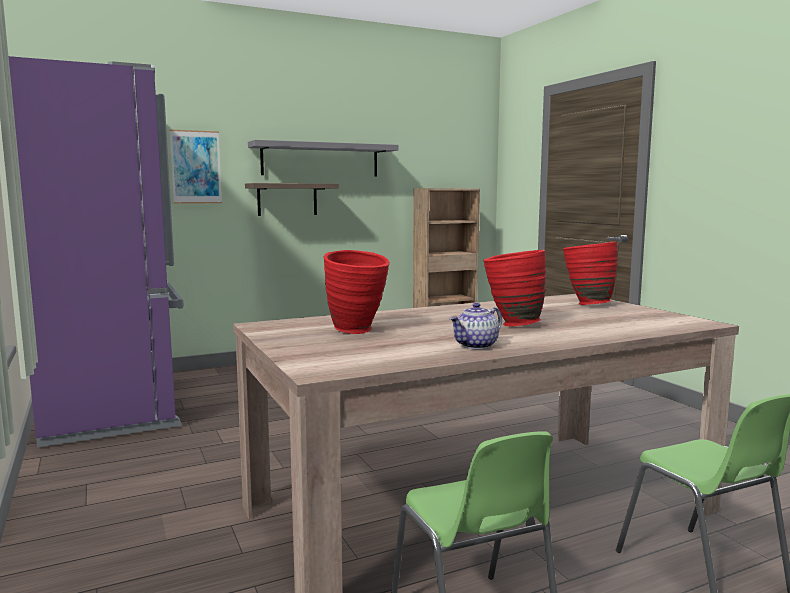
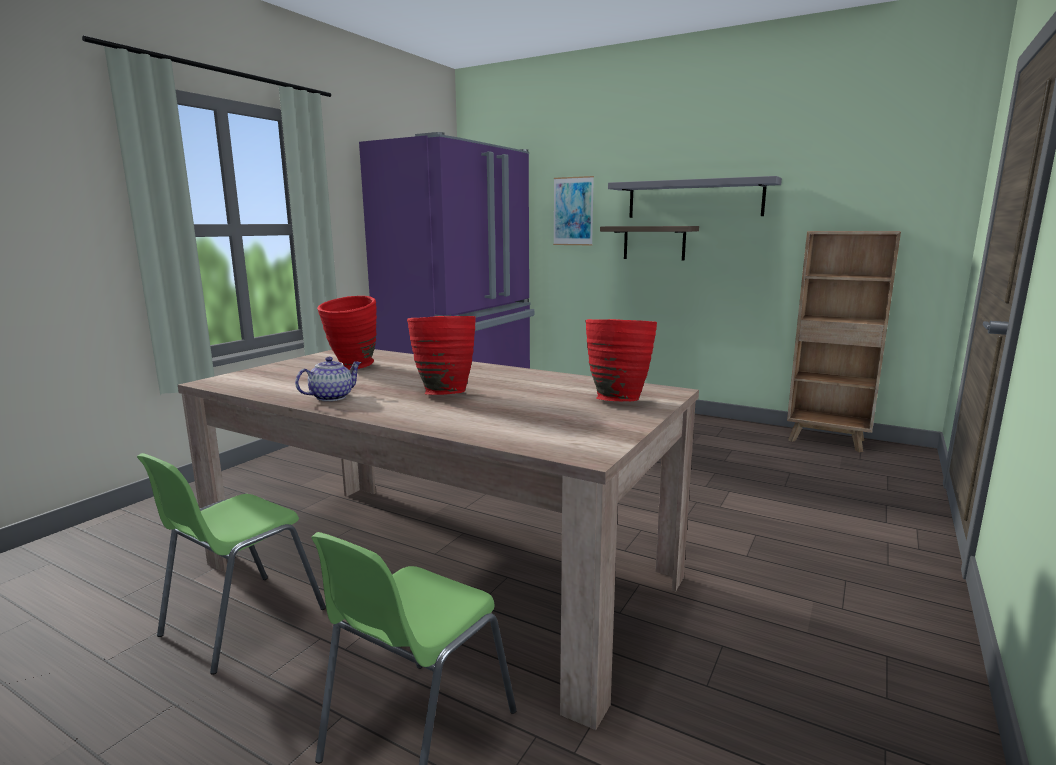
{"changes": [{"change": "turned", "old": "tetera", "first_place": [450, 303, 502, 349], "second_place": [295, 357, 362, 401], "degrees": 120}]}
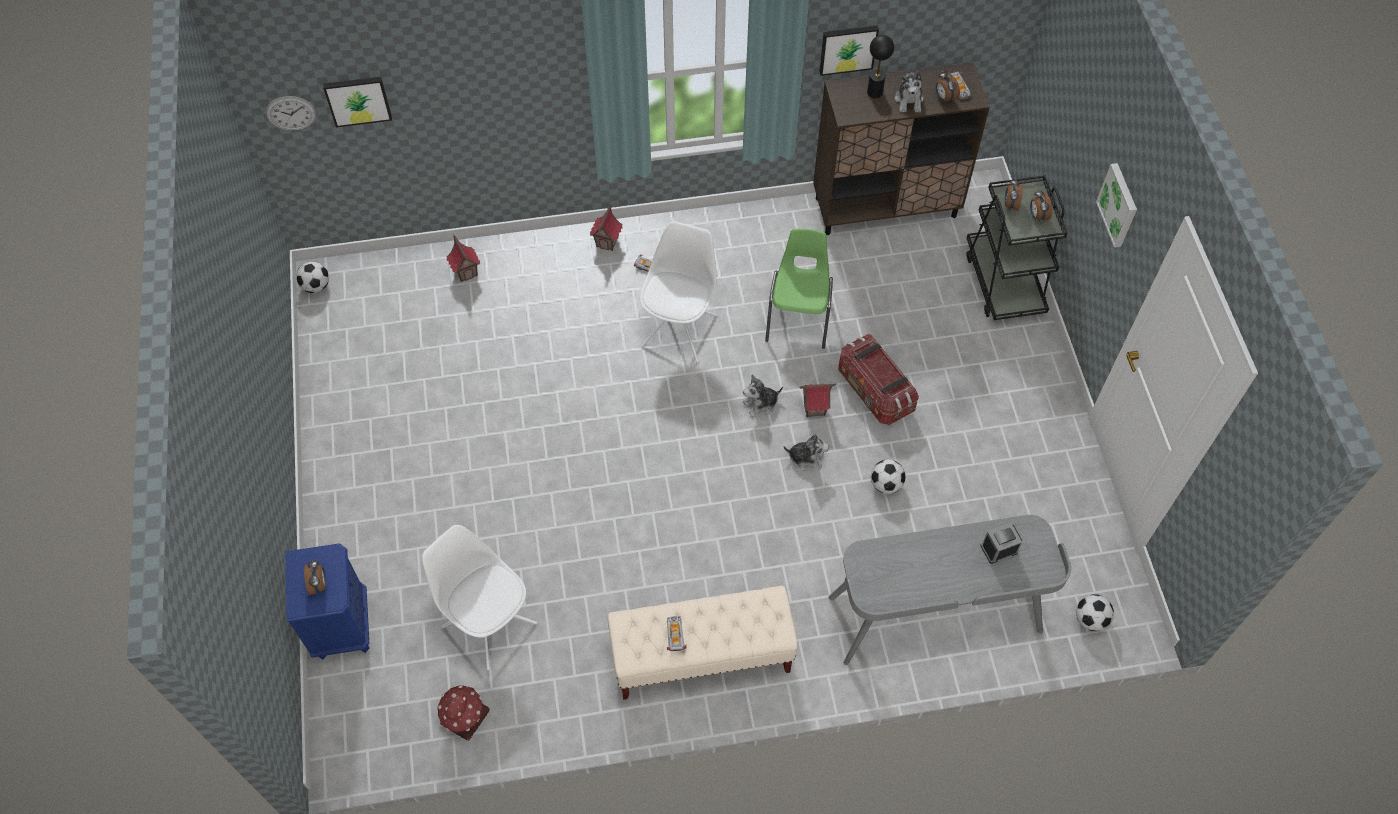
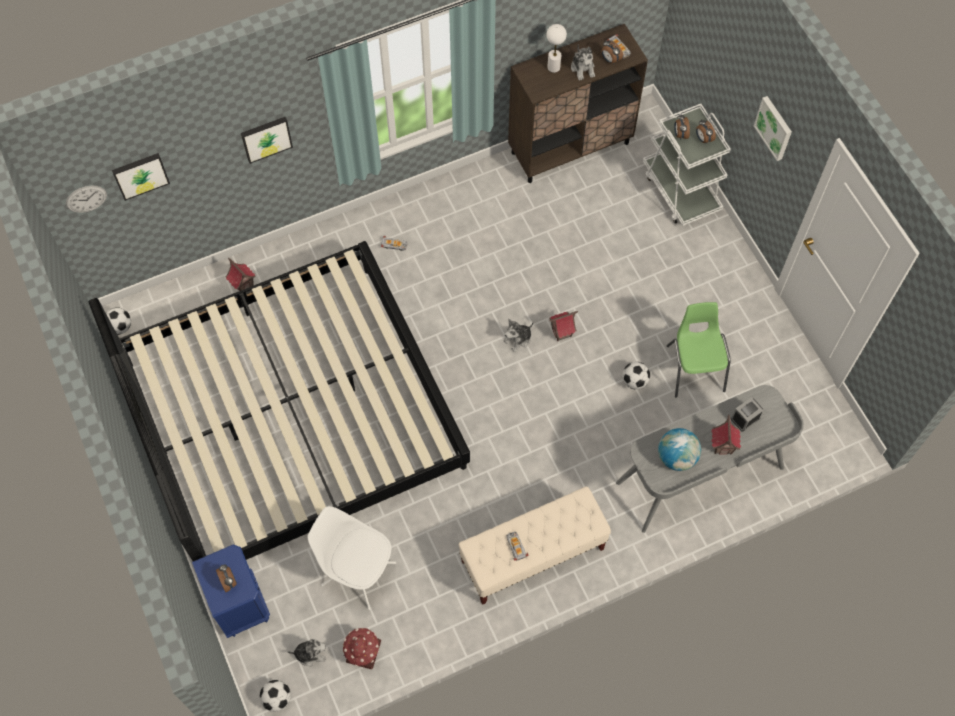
{"changes": [{"change": "moved", "old": "casita", "first_place": [590, 203, 623, 251], "second_place": [711, 415, 741, 455]}, {"change": "removed", "old": "silla (blanco)", "first_place": [640, 221, 717, 363]}, {"change": "moved", "old": "silla (verde)", "first_place": [765, 229, 833, 349], "second_place": [667, 302, 731, 398]}, {"change": "moved", "old": "peluche", "first_place": [784, 434, 829, 471], "second_place": [287, 639, 326, 666]}, {"change": "moved", "old": "cuadro", "first_place": [819, 26, 879, 76], "second_place": [241, 117, 293, 164]}, {"change": "removed", "old": "caja de almacenaje", "first_place": [838, 334, 919, 425]}, {"change": "recoloured", "old": "lámpara de mesa (negro)", "new": "lámpara de mesa (blanco)", "first_place": [867, 35, 894, 98], "second_place": [546, 24, 567, 73]}, {"change": "recoloured", "old": "carrito (negro)", "new": "carrito (blanco)", "first_place": [966, 175, 1067, 320], "second_place": [643, 104, 731, 226]}, {"change": "moved", "old": "balón de fútbol", "first_place": [1076, 594, 1114, 631], "second_place": [260, 680, 291, 712]}, {"change": "added", "new": "cama", "second_place": [89, 241, 470, 561]}, {"change": "added", "new": "globo terráqueo", "second_place": [658, 428, 701, 471]}]}
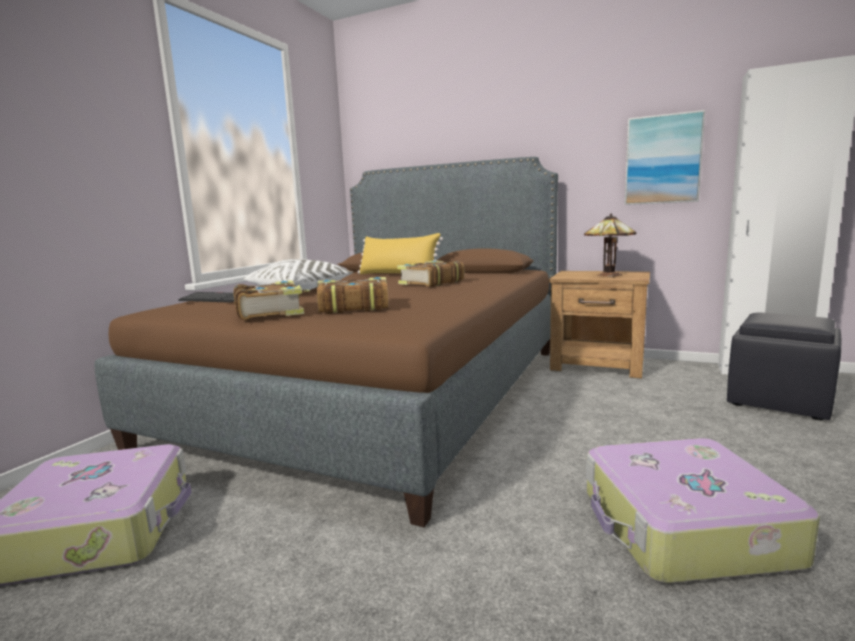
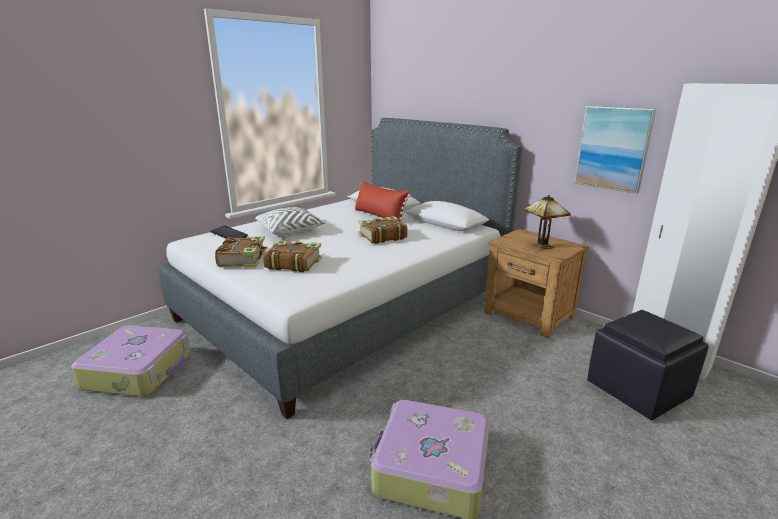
{"changes": [{"change": "recoloured", "old": "cama (marrón)", "new": "cama (blanco)", "first_place": [94, 157, 558, 527], "second_place": [158, 118, 522, 419]}, {"change": "recoloured", "old": "cojín (amarillo)", "new": "cojín (rojo)", "first_place": [358, 233, 443, 274], "second_place": [355, 181, 411, 221]}]}
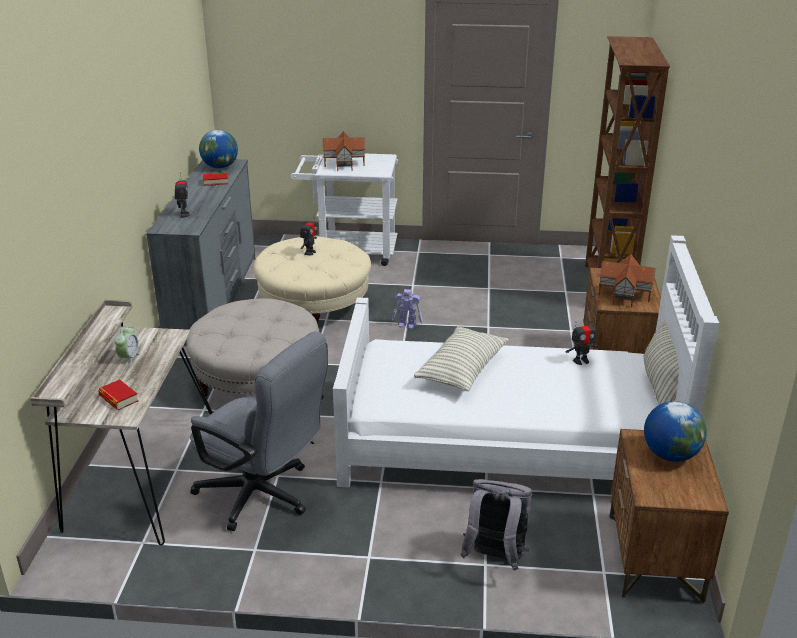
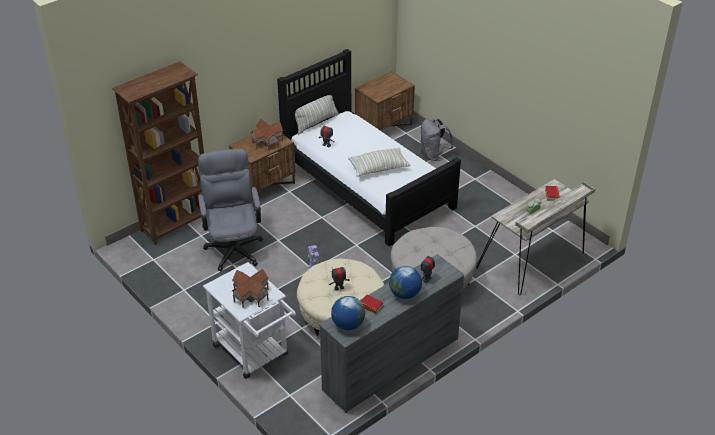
{"changes": [{"change": "moved", "old": "silla de oficina (gris)", "first_place": [190, 331, 328, 531], "second_place": [198, 149, 263, 271]}, {"change": "recoloured", "old": "cama (blanco)", "new": "cama (negro)", "first_place": [333, 235, 719, 488], "second_place": [277, 49, 461, 246]}, {"change": "moved", "old": "globo terráqueo", "first_place": [644, 401, 707, 462], "second_place": [389, 266, 422, 299]}]}
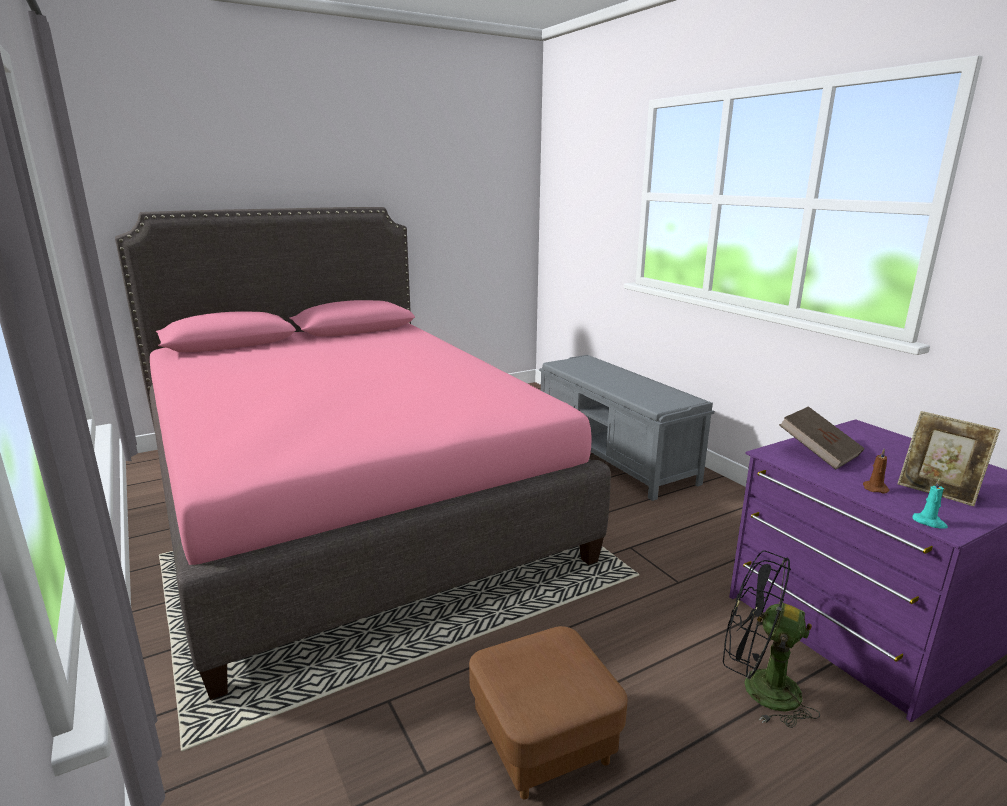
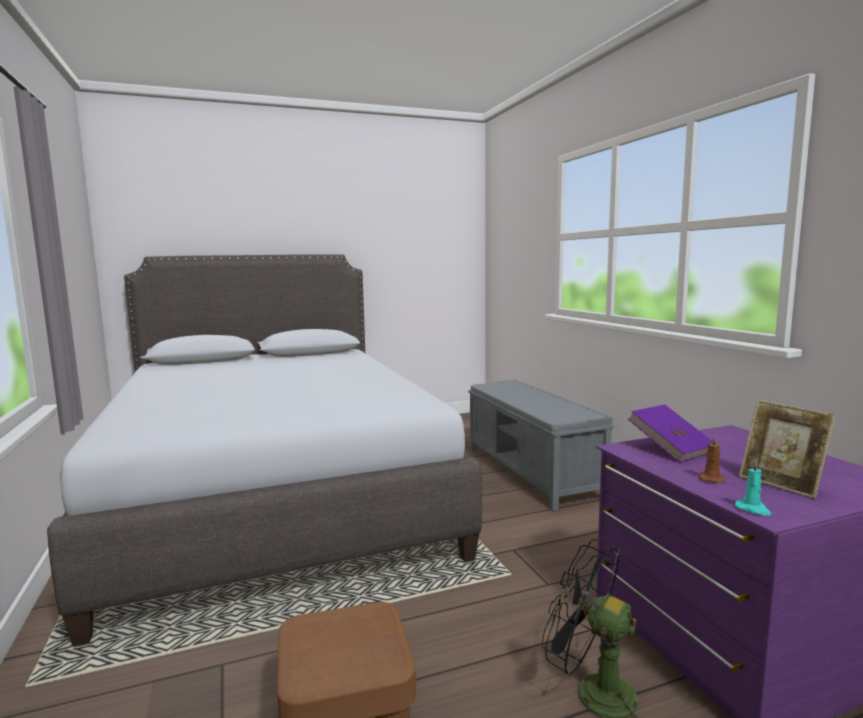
{"changes": [{"change": "recoloured", "old": "cama (rosa)", "new": "cama (gris)", "first_place": [115, 207, 611, 700], "second_place": [47, 254, 482, 646]}, {"change": "recoloured", "old": "libro (marrón)", "new": "libro (morado)", "first_place": [779, 407, 865, 470], "second_place": [628, 405, 713, 462]}]}
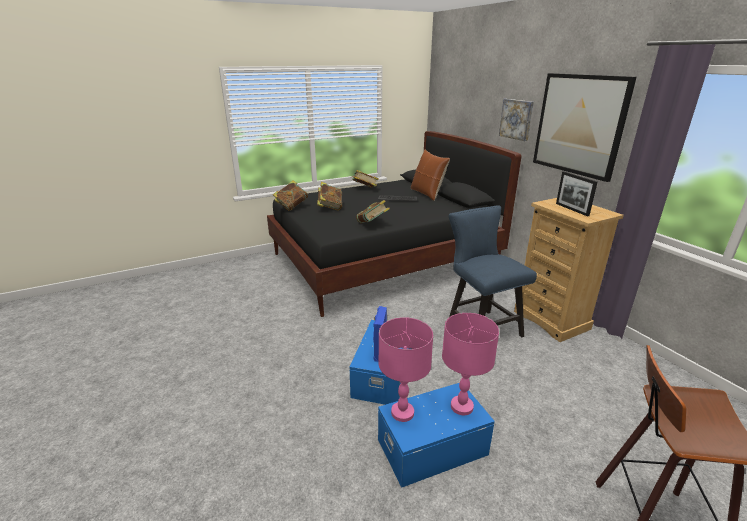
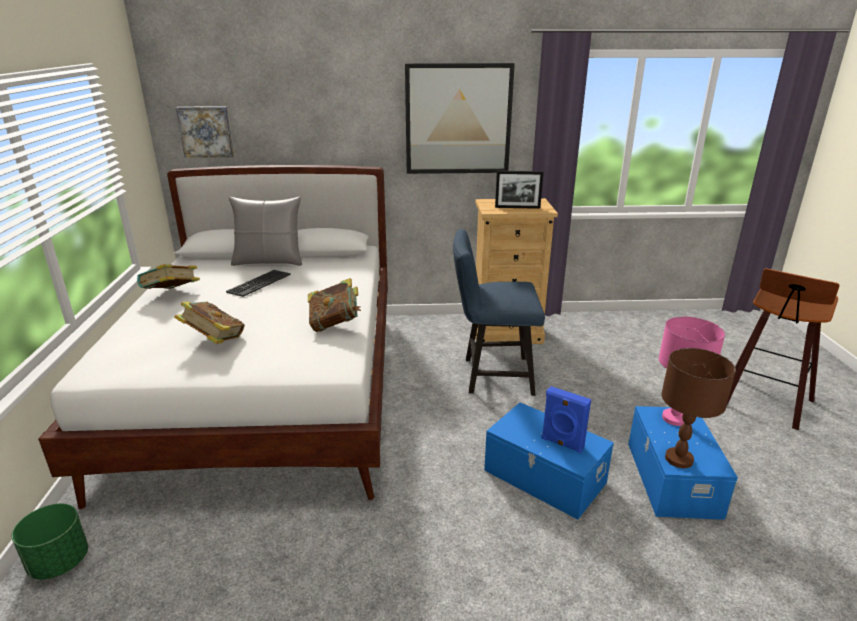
{"changes": [{"change": "recoloured", "old": "cama (negro)", "new": "cama (blanco)", "first_place": [267, 131, 521, 317], "second_place": [38, 165, 388, 509]}, {"change": "removed", "old": "libro", "first_place": [273, 180, 308, 211]}, {"change": "recoloured", "old": "lámpara de mesa (rosa)", "new": "lámpara de mesa (marrón)", "first_place": [378, 317, 433, 422], "second_place": [661, 348, 736, 468]}, {"change": "recoloured", "old": "cojín (marrón)", "new": "cojín (gris)", "first_place": [411, 150, 450, 201], "second_place": [228, 197, 302, 266]}, {"change": "moved", "old": "cuadro", "first_place": [499, 99, 534, 141], "second_place": [176, 106, 234, 158]}, {"change": "added", "new": "maceta (verde)", "second_place": [12, 504, 88, 580]}]}
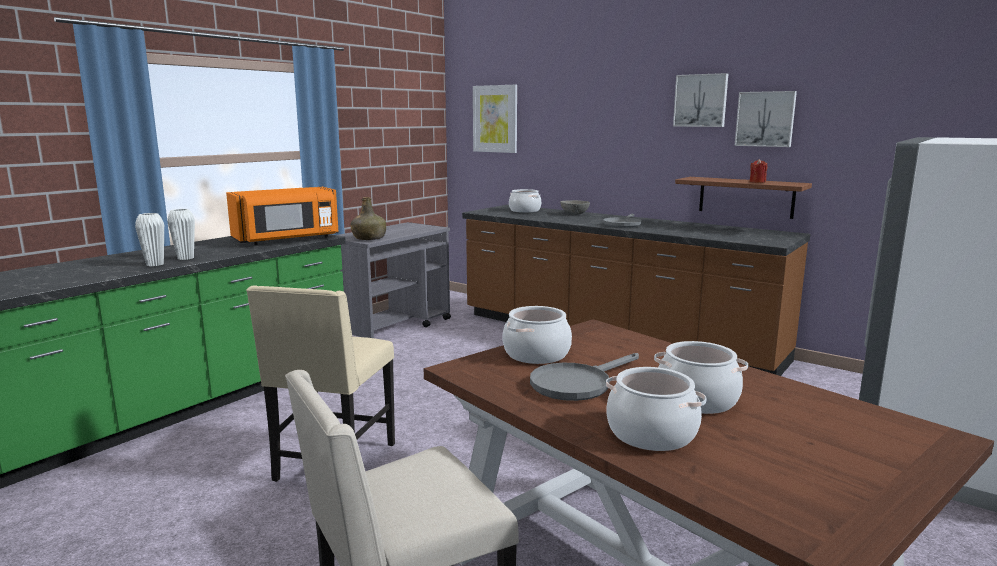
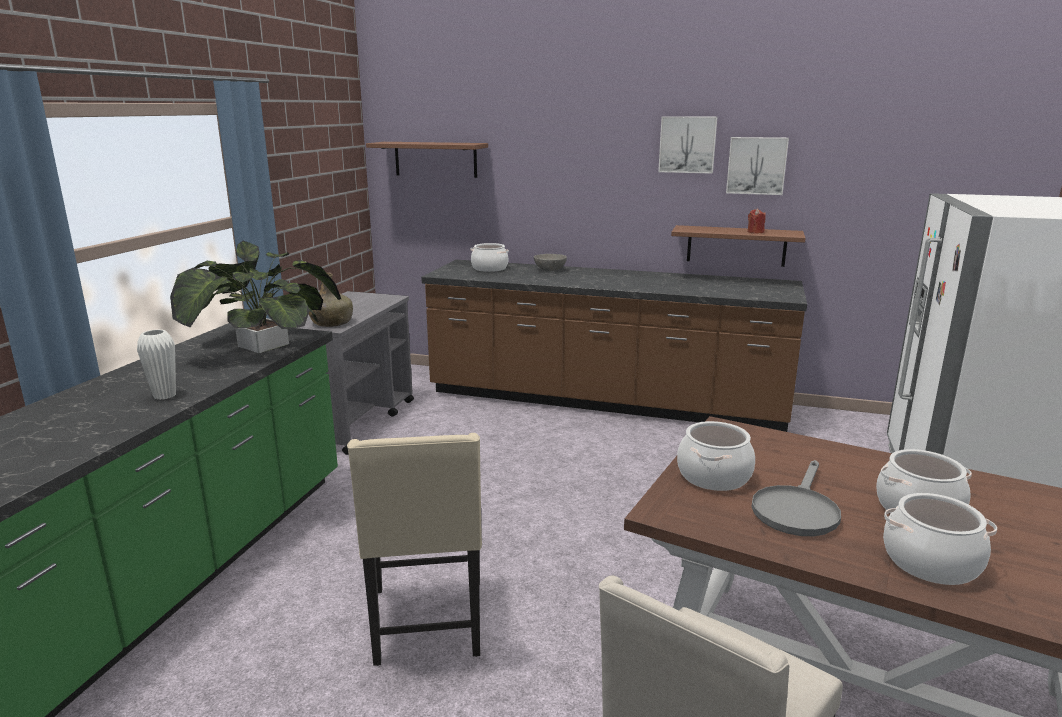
{"changes": [{"change": "removed", "old": "florero (blanco)", "first_place": [135, 213, 164, 266]}, {"change": "replaced", "old": "microondas (naranja)", "new": "planta en maceta", "first_place": [226, 187, 339, 245], "second_place": [170, 241, 341, 353]}, {"change": "replaced", "old": "cuadro", "new": "estante (marrón)", "first_place": [473, 85, 517, 153], "second_place": [366, 142, 488, 178]}, {"change": "removed", "old": "sartén (gris)", "first_place": [603, 213, 641, 228]}]}
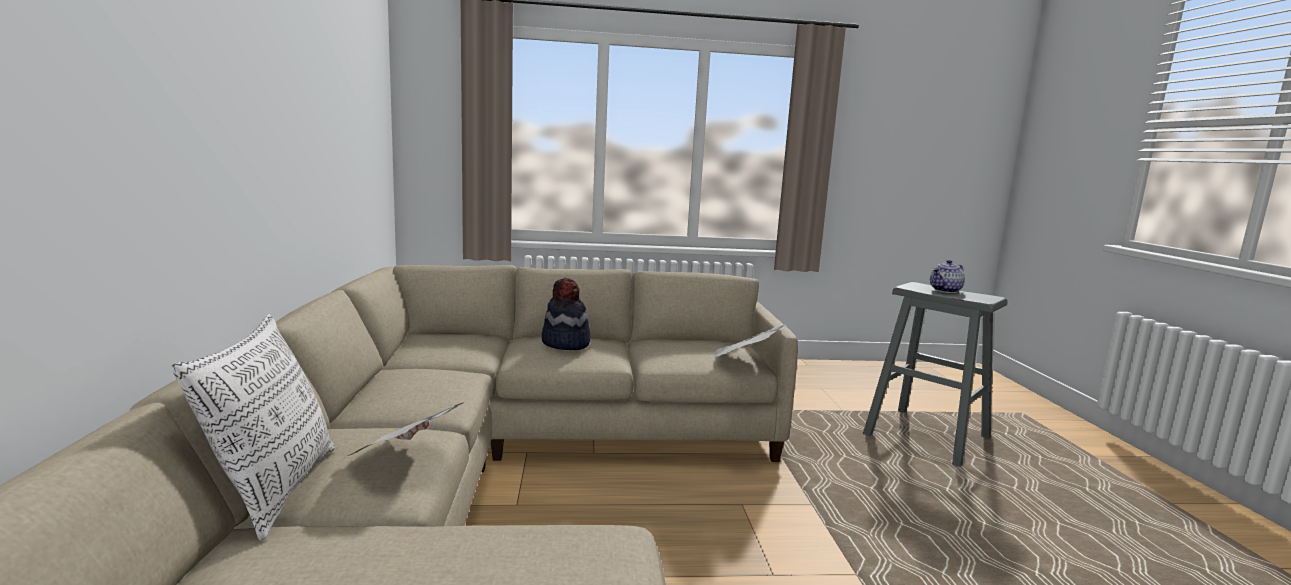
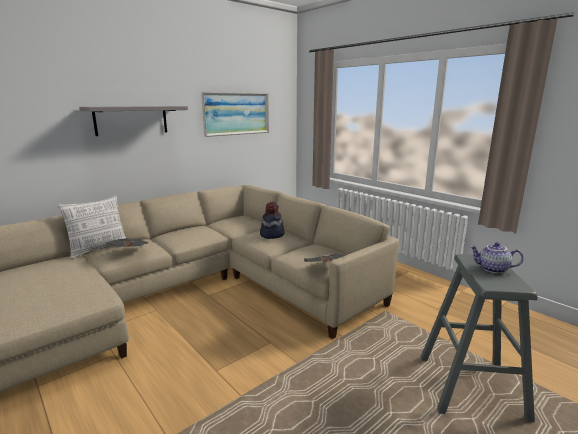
{"changes": [{"change": "added", "new": "estante (gris)", "second_place": [79, 106, 188, 136]}, {"change": "added", "new": "cuadro", "second_place": [201, 92, 269, 137]}]}
